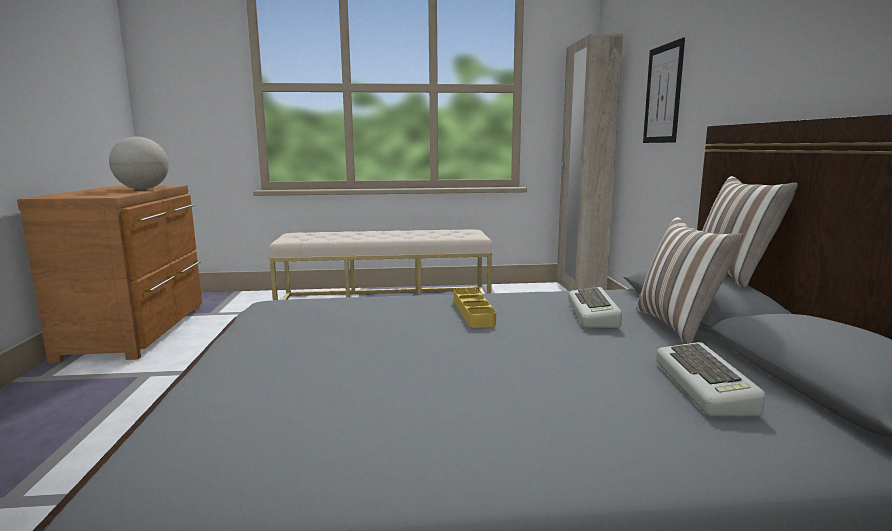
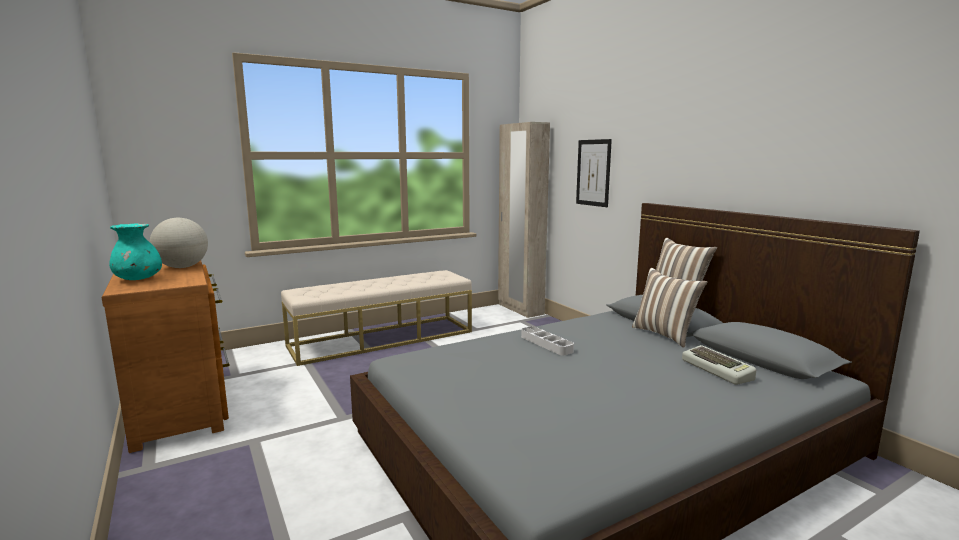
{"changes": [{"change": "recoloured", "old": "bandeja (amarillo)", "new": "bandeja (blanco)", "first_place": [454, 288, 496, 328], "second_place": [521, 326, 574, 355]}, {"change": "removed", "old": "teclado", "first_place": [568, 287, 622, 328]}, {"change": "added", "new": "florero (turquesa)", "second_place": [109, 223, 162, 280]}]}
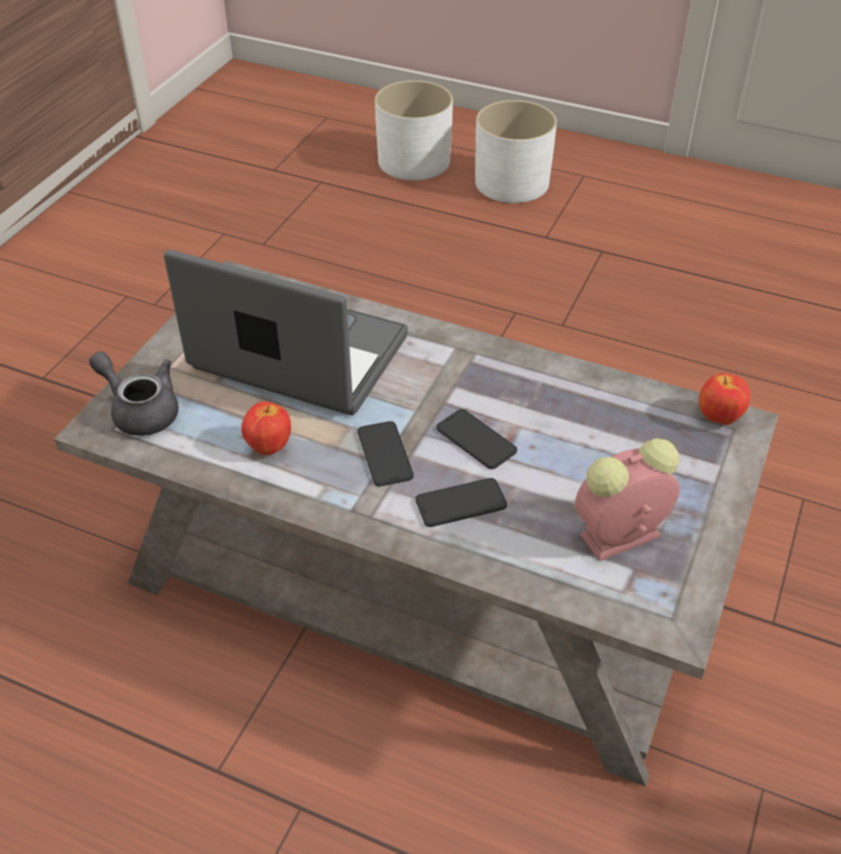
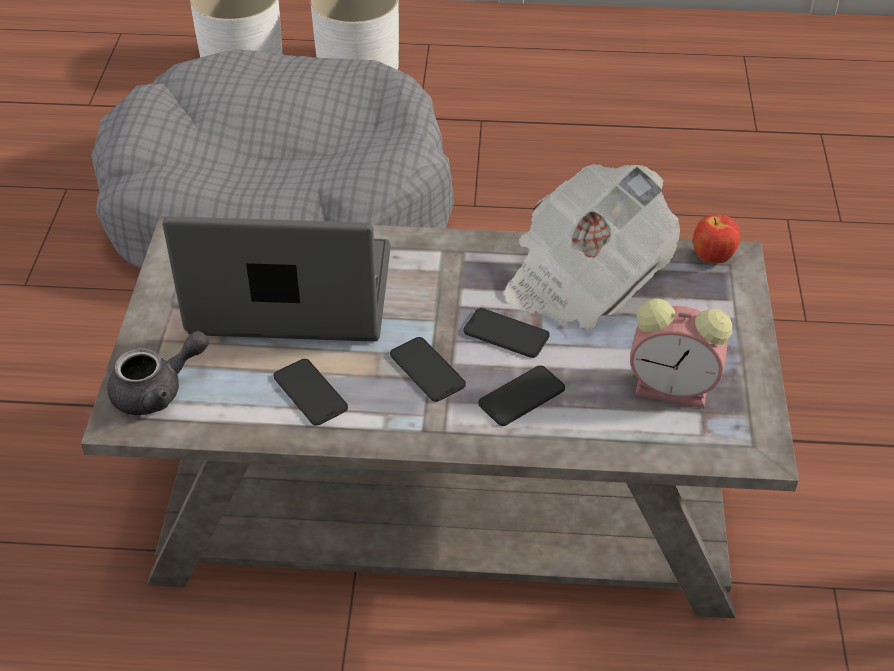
{"changes": [{"change": "turned", "old": "tetera (gris)", "first_place": [89, 351, 179, 436], "second_place": [107, 331, 209, 415], "degrees": 135}, {"change": "replaced", "old": "manzana", "new": "móvil", "first_place": [241, 401, 291, 455], "second_place": [273, 359, 348, 426]}, {"change": "turned", "old": "despertador", "first_place": [575, 438, 680, 561], "second_place": [630, 299, 732, 408], "degrees": -120}, {"change": "added", "new": "cama para perro (gris)", "second_place": [91, 50, 454, 268]}, {"change": "added", "new": "periódico", "second_place": [504, 164, 680, 329]}]}
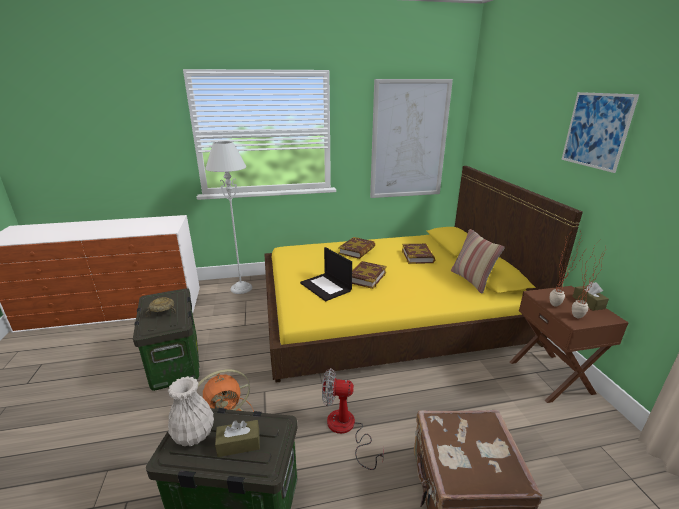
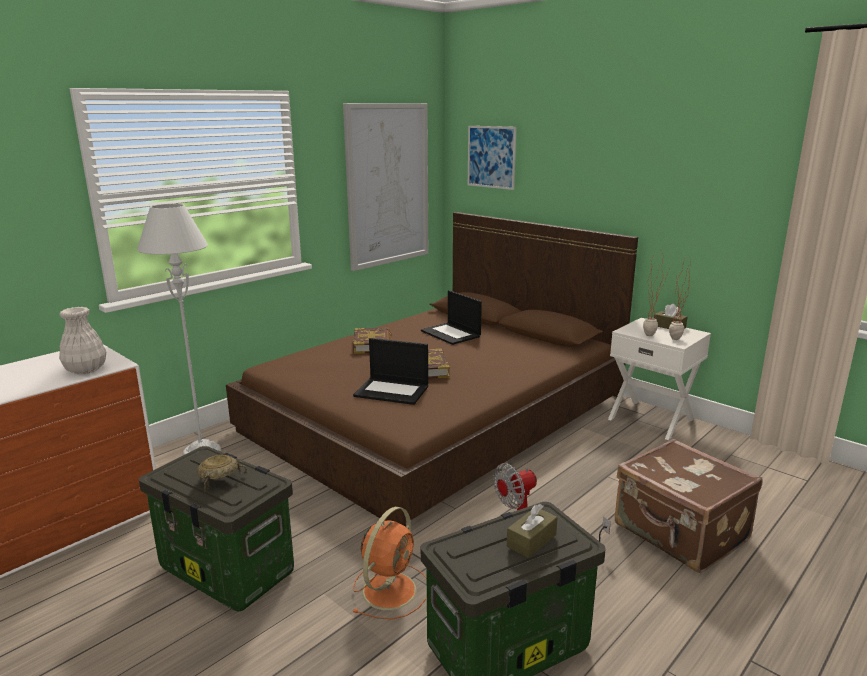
{"changes": [{"change": "moved", "old": "florero (blanco)", "first_place": [168, 376, 214, 446], "second_place": [59, 307, 106, 375]}, {"change": "recoloured", "old": "cama (amarillo)", "new": "cama (marrón)", "first_place": [264, 166, 583, 383], "second_place": [226, 212, 638, 527]}, {"change": "replaced", "old": "libro", "new": "portátil", "first_place": [402, 244, 435, 264], "second_place": [421, 290, 482, 345]}, {"change": "removed", "old": "cojín", "first_place": [451, 229, 505, 293]}, {"change": "recoloured", "old": "mesita de noche (marrón)", "new": "mesita de noche (blanco)", "first_place": [510, 286, 629, 403], "second_place": [608, 318, 711, 440]}, {"change": "moved", "old": "cuadro", "first_place": [561, 92, 639, 173], "second_place": [468, 126, 517, 190]}]}
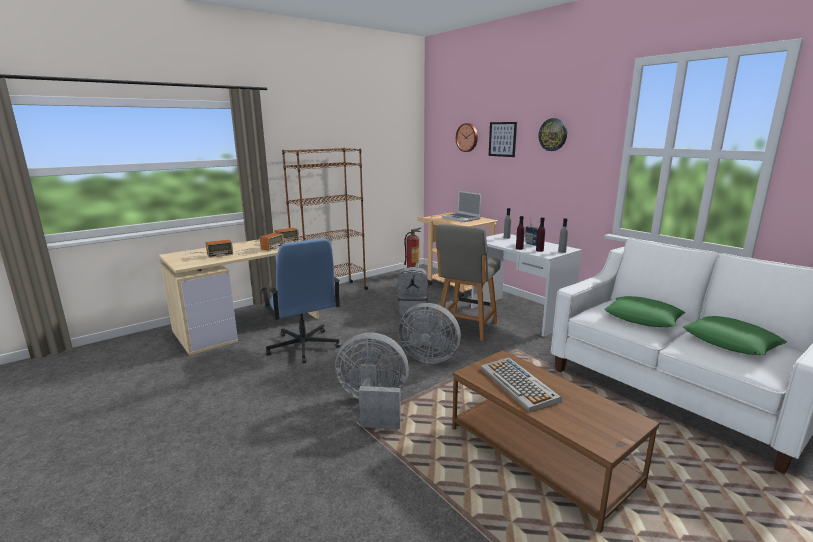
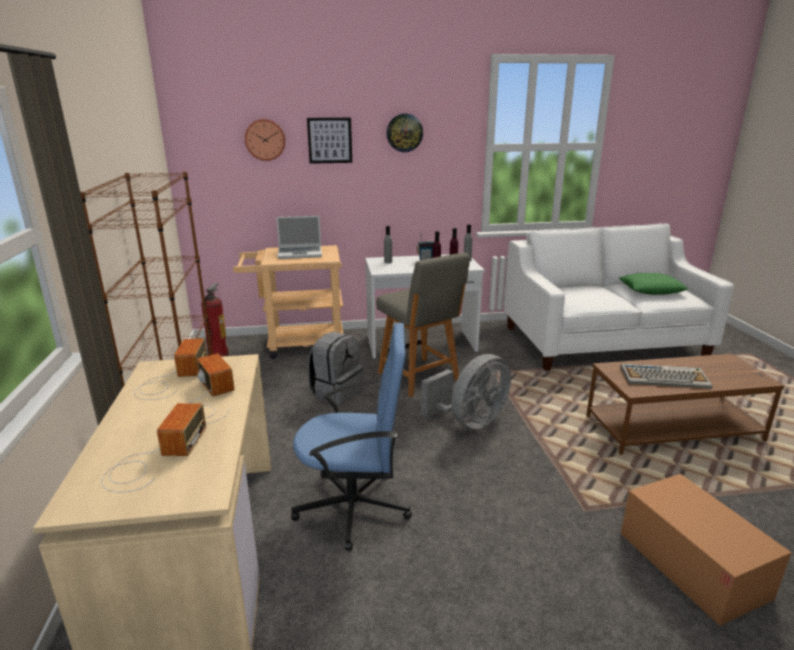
{"changes": [{"change": "removed", "old": "ventilador (gris)", "first_place": [335, 333, 409, 429]}, {"change": "removed", "old": "cojín (verde)", "first_place": [604, 296, 685, 327]}, {"change": "added", "new": "caja de cartón", "second_place": [621, 474, 792, 626]}]}
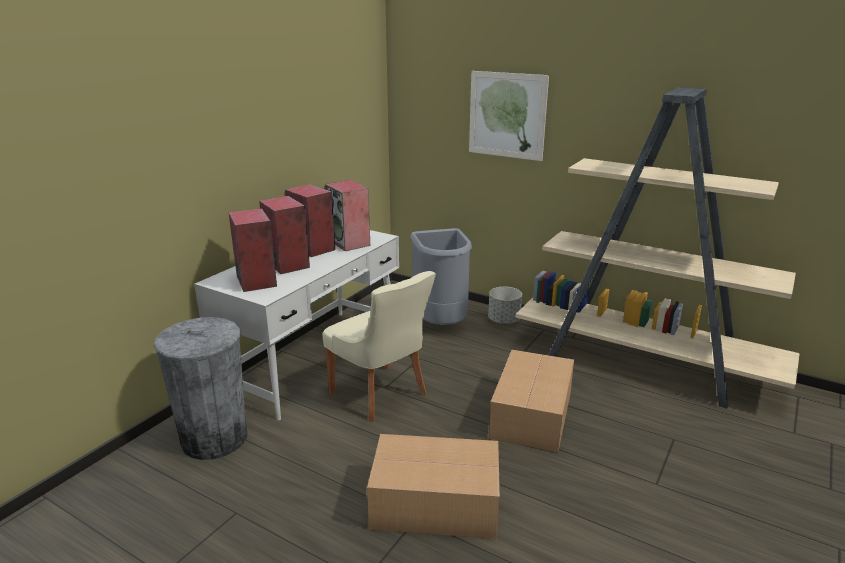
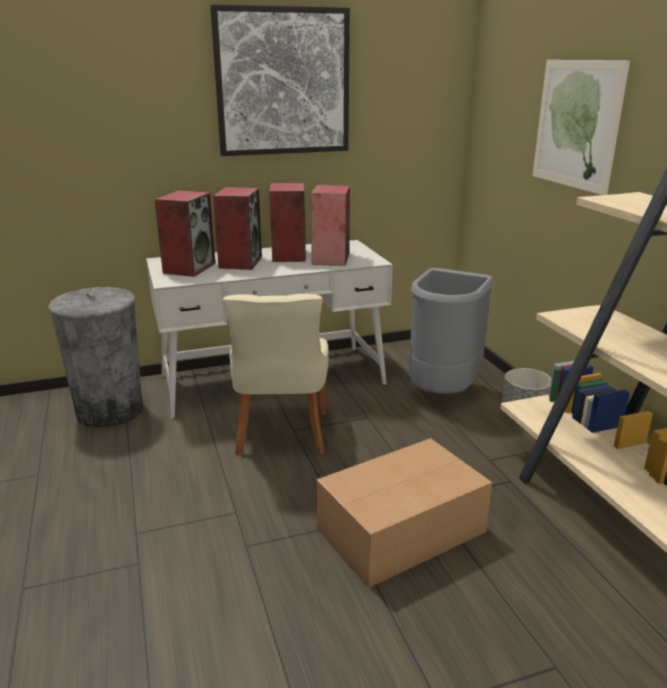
{"changes": [{"change": "removed", "old": "caja de cartón", "first_place": [367, 434, 500, 539]}, {"change": "added", "new": "cuadro", "second_place": [210, 4, 350, 156]}]}
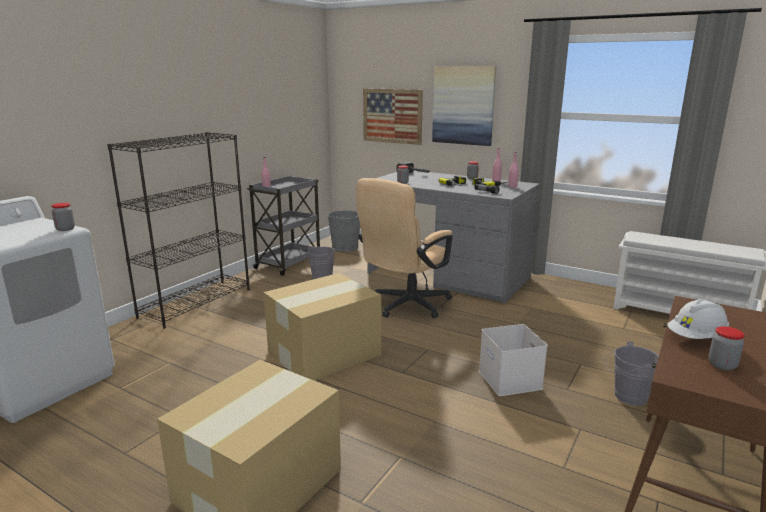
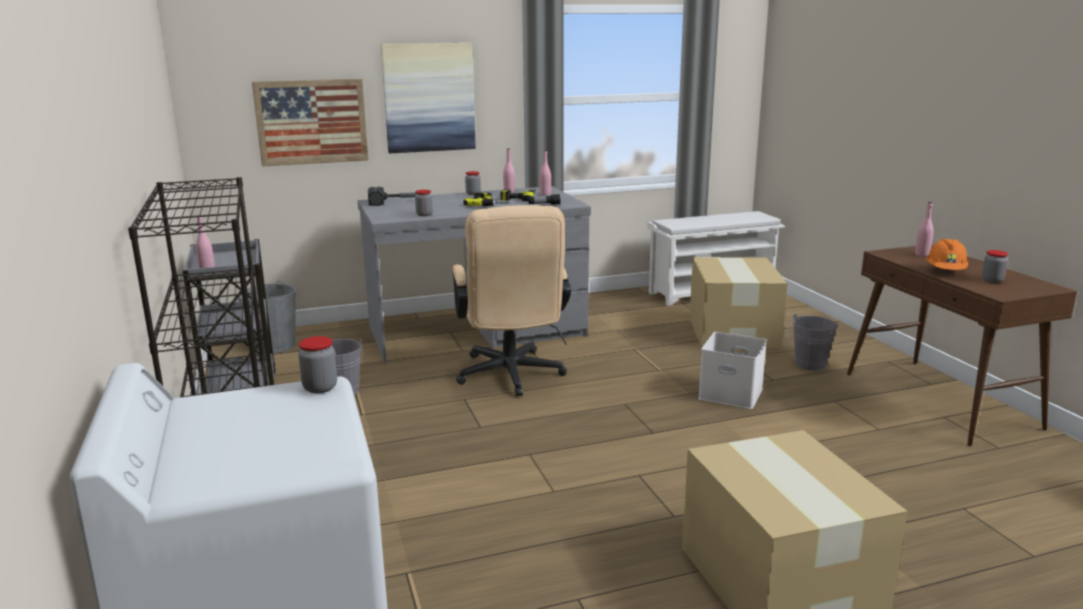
{"changes": [{"change": "moved", "old": "caja de cartón", "first_place": [264, 273, 381, 380], "second_place": [690, 257, 788, 350]}, {"change": "recoloured", "old": "casco (blanco)", "new": "casco (naranja)", "first_place": [668, 299, 729, 339], "second_place": [926, 238, 968, 270]}, {"change": "added", "new": "botella (rosa)", "second_place": [915, 202, 934, 257]}]}
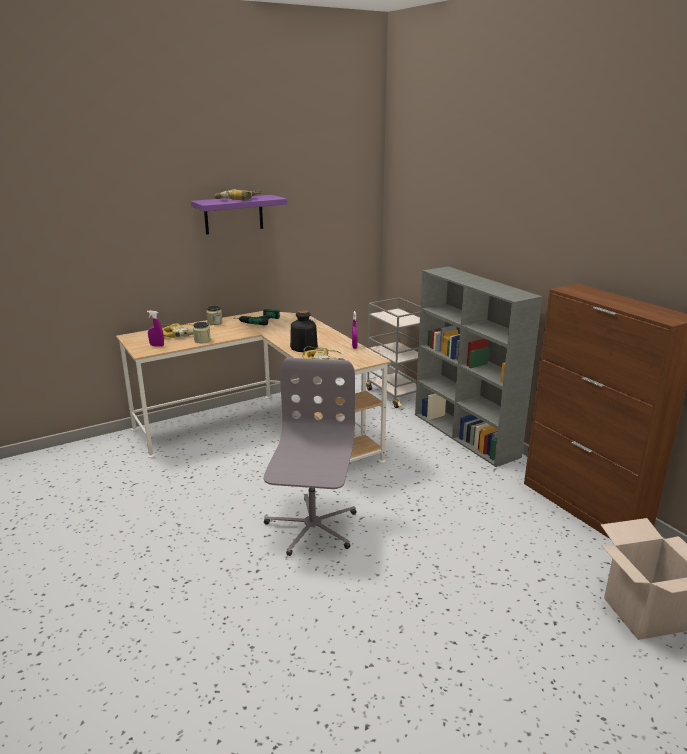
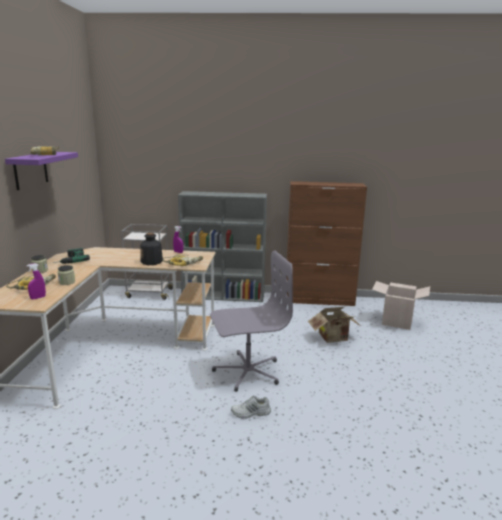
{"changes": [{"change": "turned", "old": "silla de oficina (gris)", "first_place": [264, 358, 357, 556], "second_place": [210, 251, 293, 392], "degrees": 120}, {"change": "added", "new": "zapato (blanco)", "second_place": [231, 396, 271, 419]}, {"change": "added", "new": "caja de cartón", "second_place": [308, 307, 360, 343]}]}
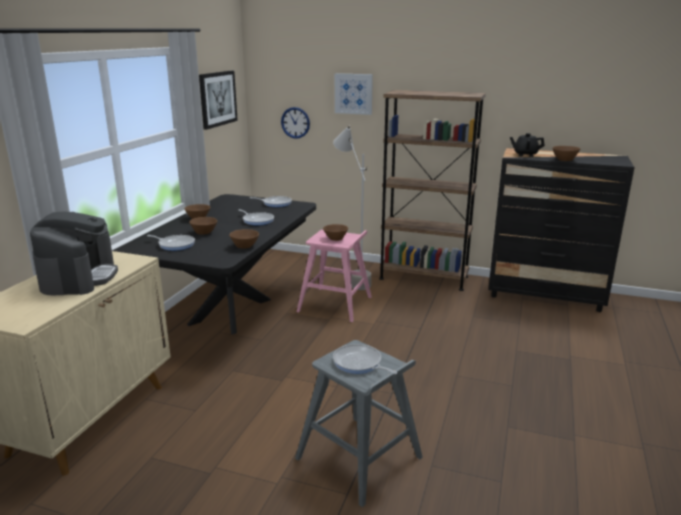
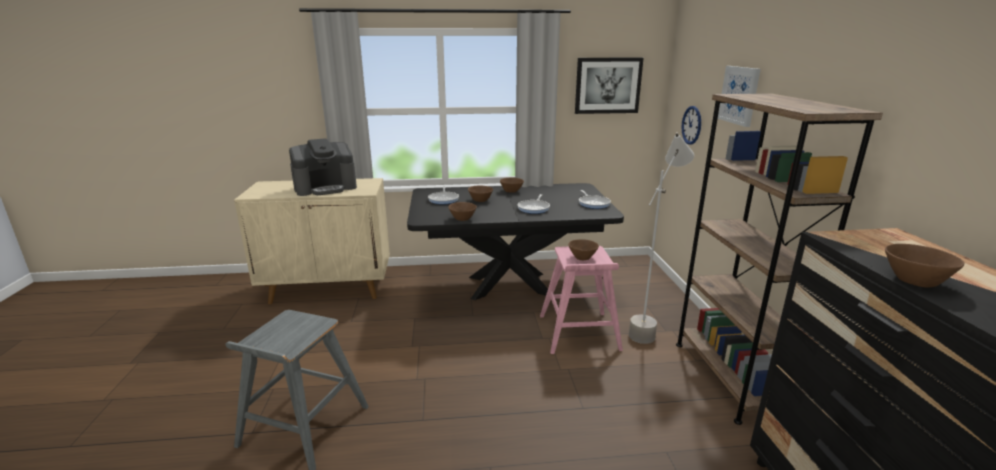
{"changes": [{"change": "removed", "old": "sartén", "first_place": [333, 344, 397, 374]}, {"change": "removed", "old": "tetera (negro)", "first_place": [510, 133, 545, 157]}]}
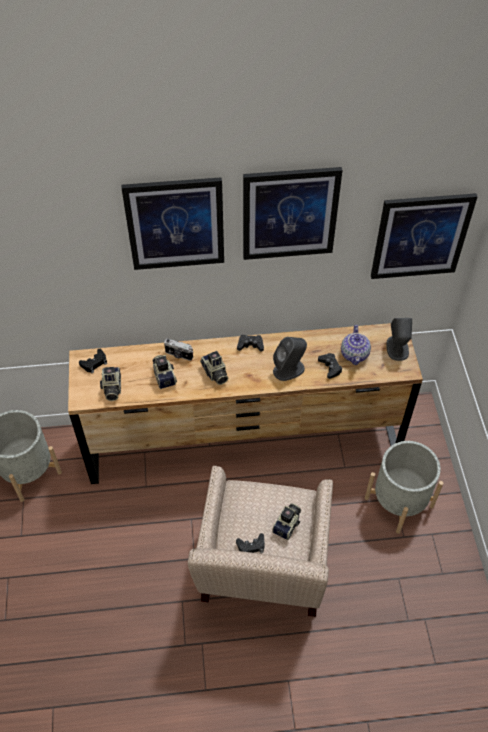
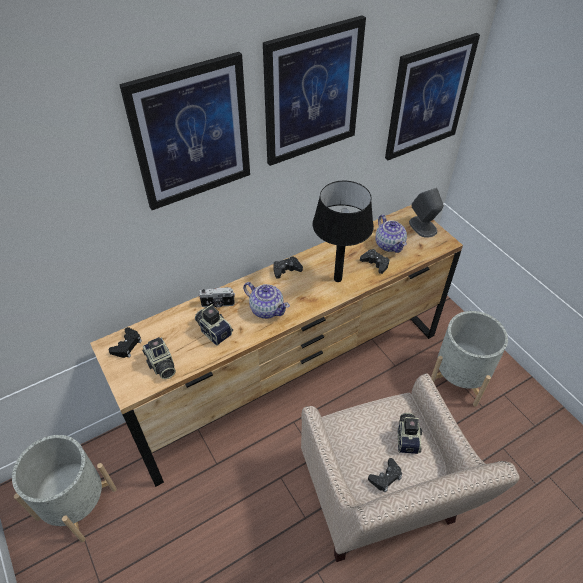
{"changes": [{"change": "replaced", "old": "cámara", "new": "tetera", "first_place": [200, 351, 228, 385], "second_place": [243, 282, 290, 319]}, {"change": "replaced", "old": "altavoz (gris)", "new": "lámpara de mesa (negro)", "first_place": [273, 337, 307, 381], "second_place": [312, 181, 374, 282]}]}
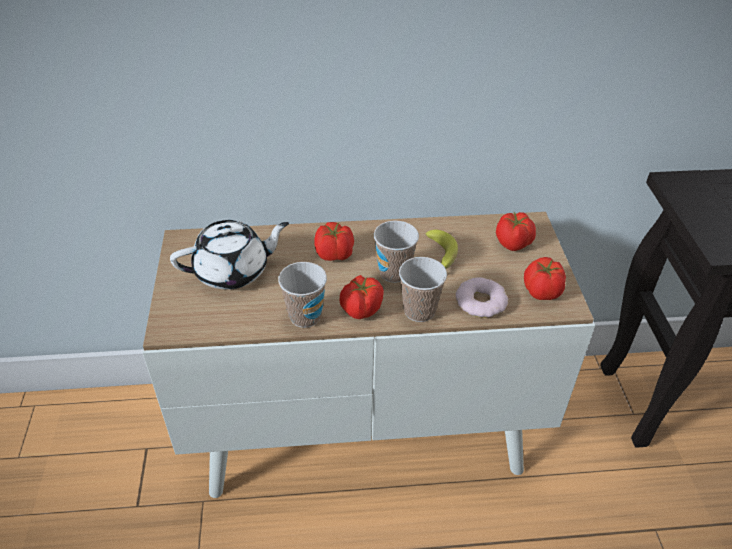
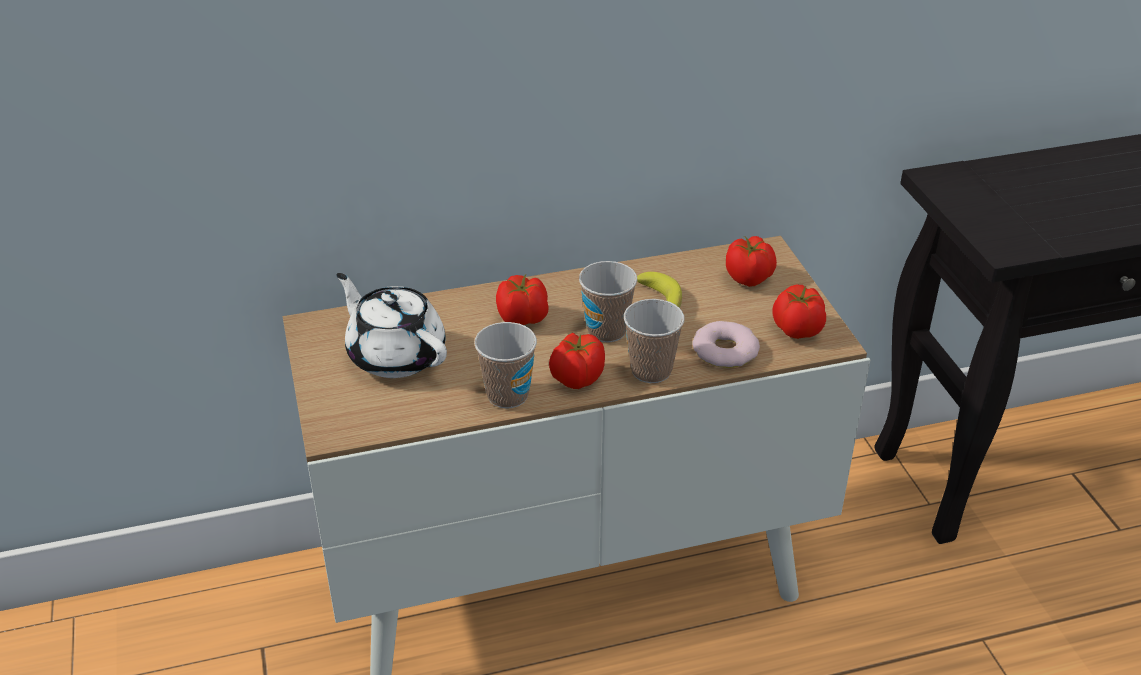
{"changes": [{"change": "turned", "old": "tetera (blanco)", "first_place": [170, 220, 289, 290], "second_place": [336, 273, 447, 378], "degrees": -105}]}
